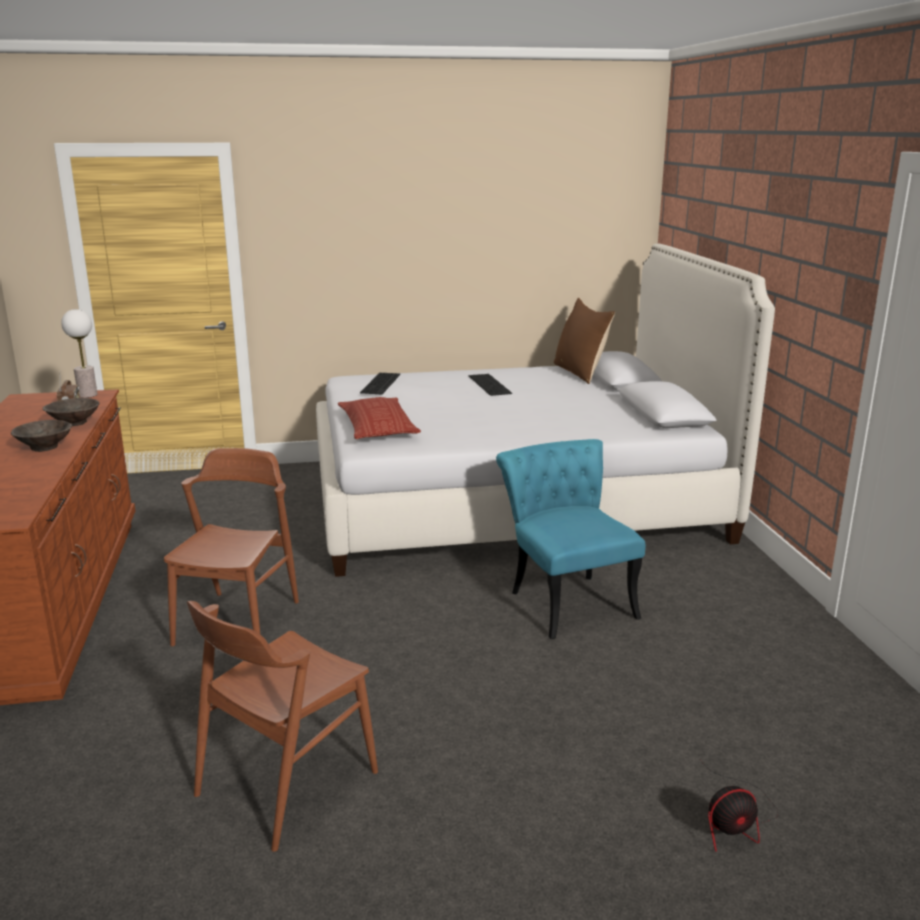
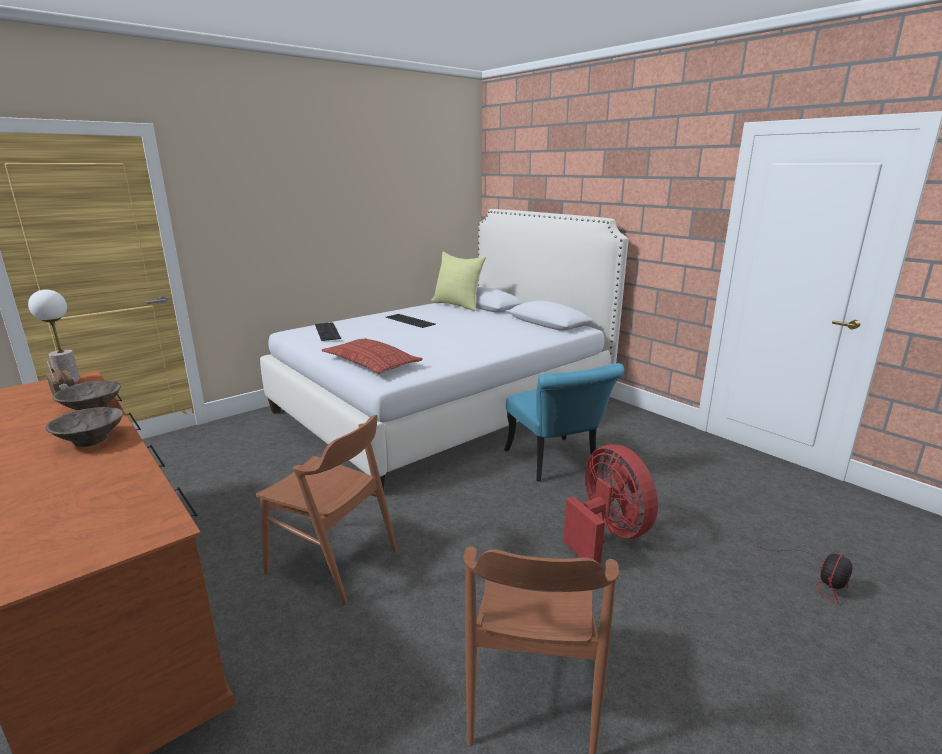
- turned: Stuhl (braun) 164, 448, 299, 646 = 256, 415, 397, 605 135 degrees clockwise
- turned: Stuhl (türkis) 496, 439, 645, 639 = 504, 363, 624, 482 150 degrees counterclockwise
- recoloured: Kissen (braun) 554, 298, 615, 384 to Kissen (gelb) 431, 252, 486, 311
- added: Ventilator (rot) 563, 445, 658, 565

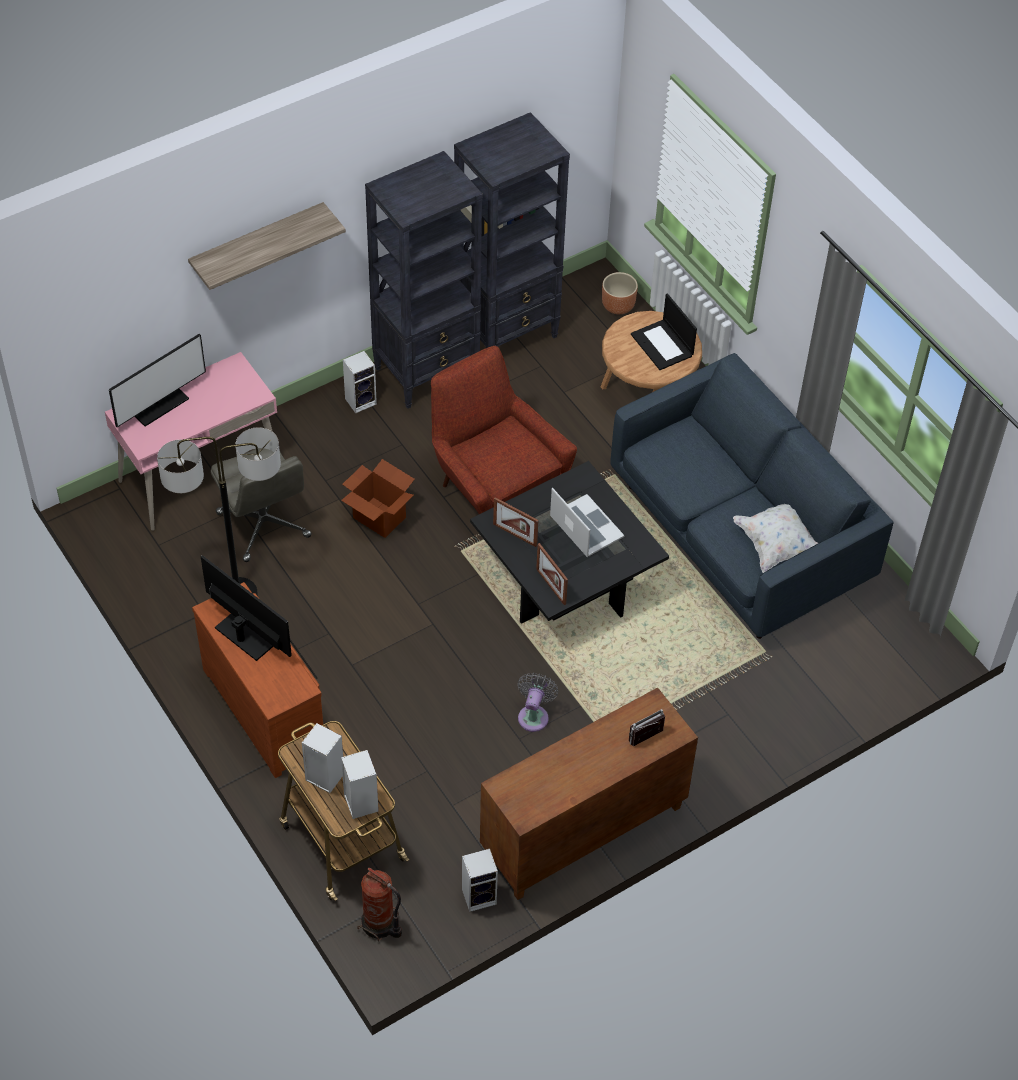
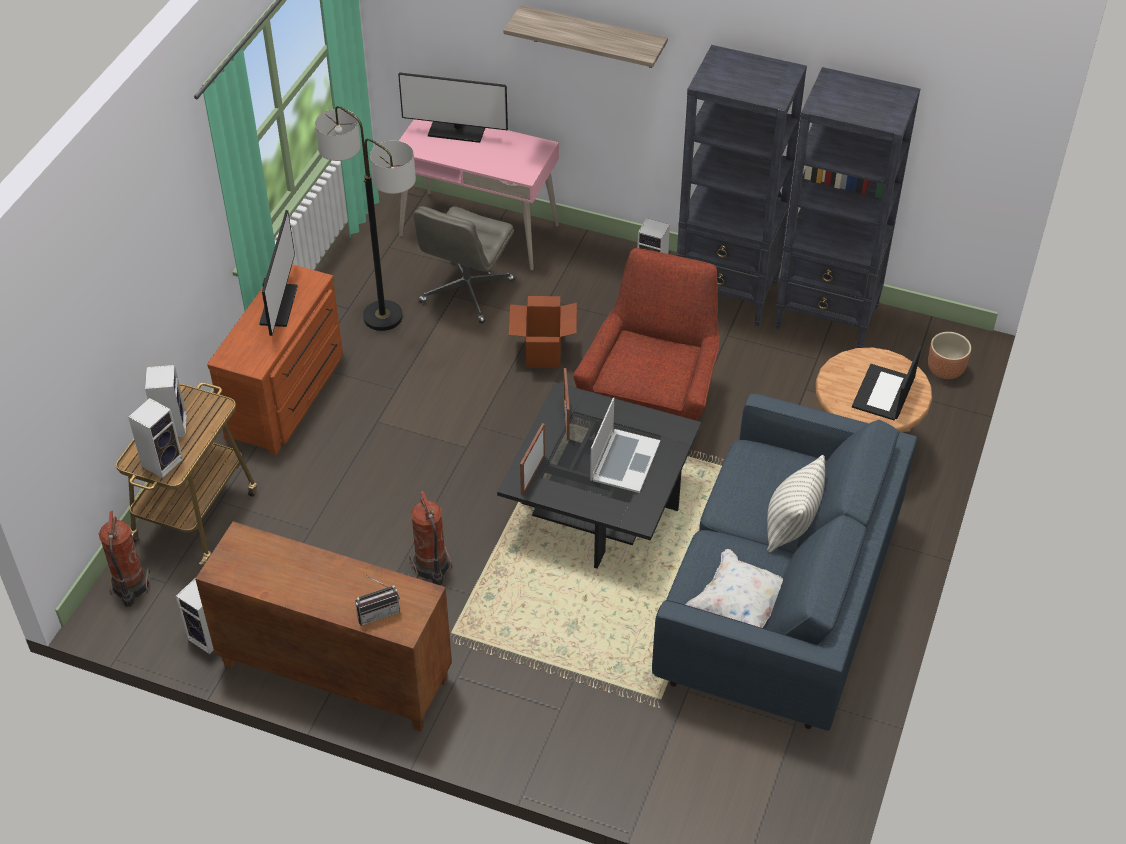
- replaced: Ventilator (grau) 517, 673, 559, 732 to Feuerlöscher 409, 491, 452, 585
- turned: Radio 629, 709, 665, 747 = 355, 575, 400, 625 135 degrees clockwise
- added: Kissen 767, 455, 825, 553

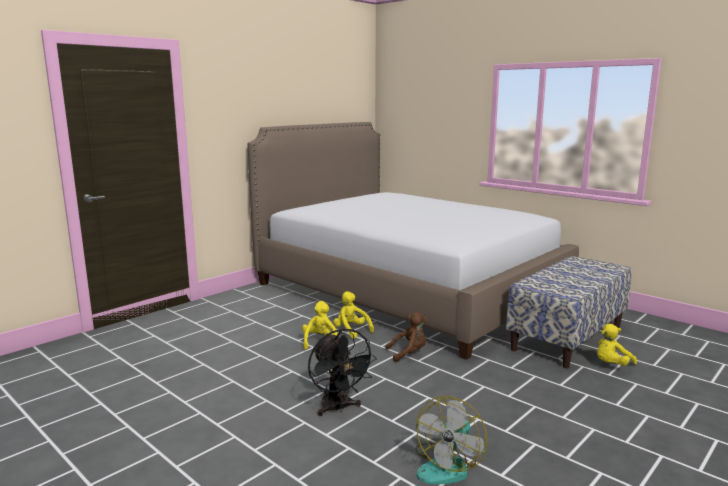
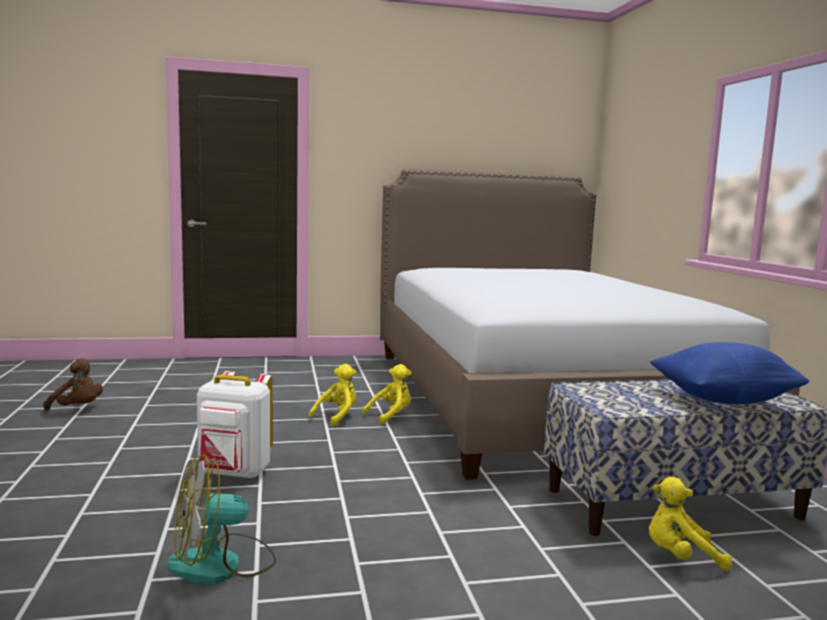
- replaced: Ventilator (schwarz) 308, 328, 377, 416 to Rucksack (weiß) 197, 371, 272, 479
- turned: Plüschtier (gelb) 333, 291, 374, 339 = 362, 364, 412, 425 60 degrees clockwise
- moved: Plüschtier (braun) 385, 312, 427, 362 to 43, 358, 103, 411
- added: Kissen (blau) 650, 342, 810, 404

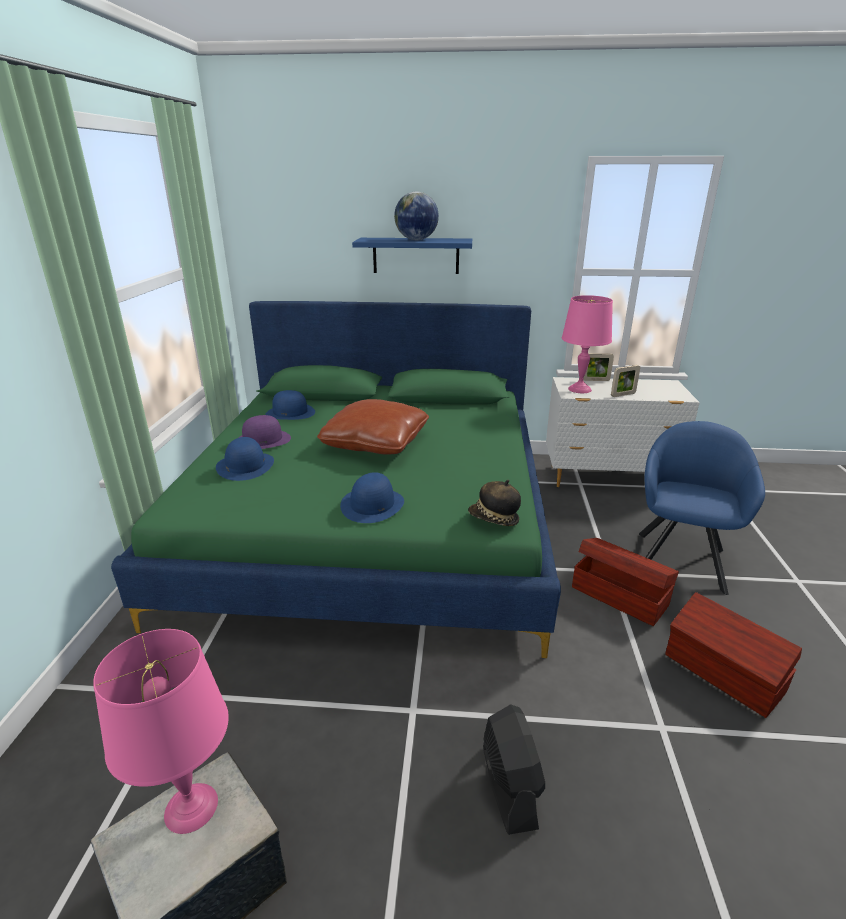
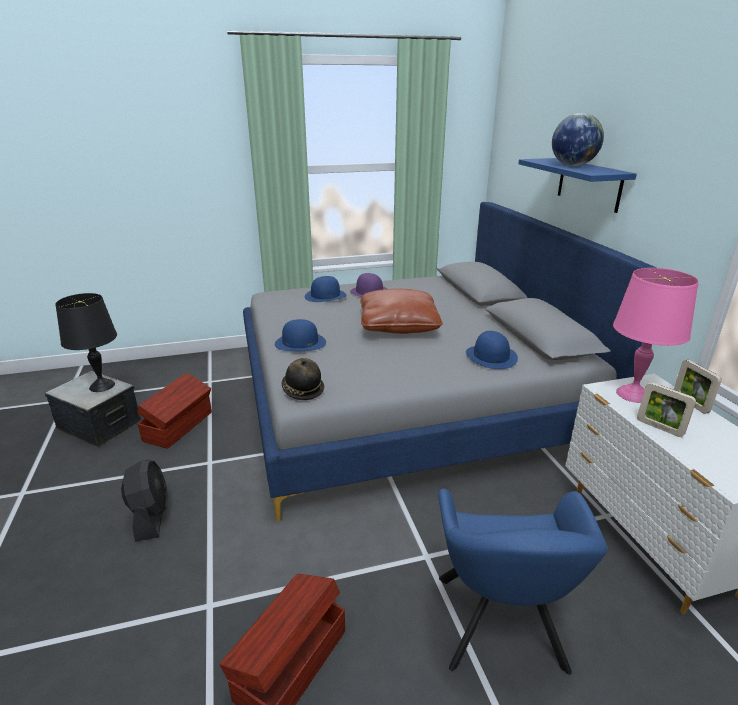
- recoloured: Tischlampe (rosa) 93, 629, 229, 834 to Tischlampe (schwarz) 55, 293, 117, 392
- recoloured: Bett (grün) 111, 301, 561, 658 to Bett (grau) 243, 202, 657, 521
- moved: Hut (blau) 266, 390, 315, 420 to 466, 331, 518, 369
- turned: Ventilator (schwarz) 483, 704, 545, 835 = 121, 459, 168, 542 75 degrees counterclockwise
- moved: Aufbewahrungsbox (braun) 572, 538, 679, 626 to 137, 373, 212, 449
- turned: Sessel (blau) 639, 421, 765, 595 = 438, 489, 607, 675 90 degrees clockwise

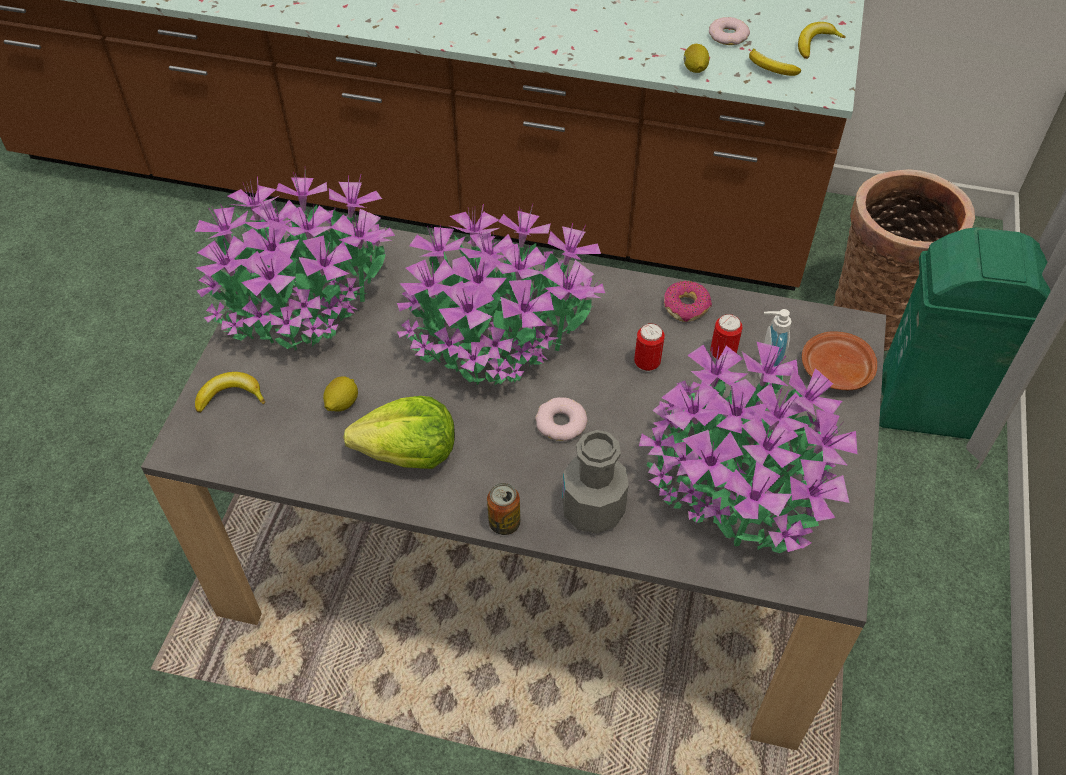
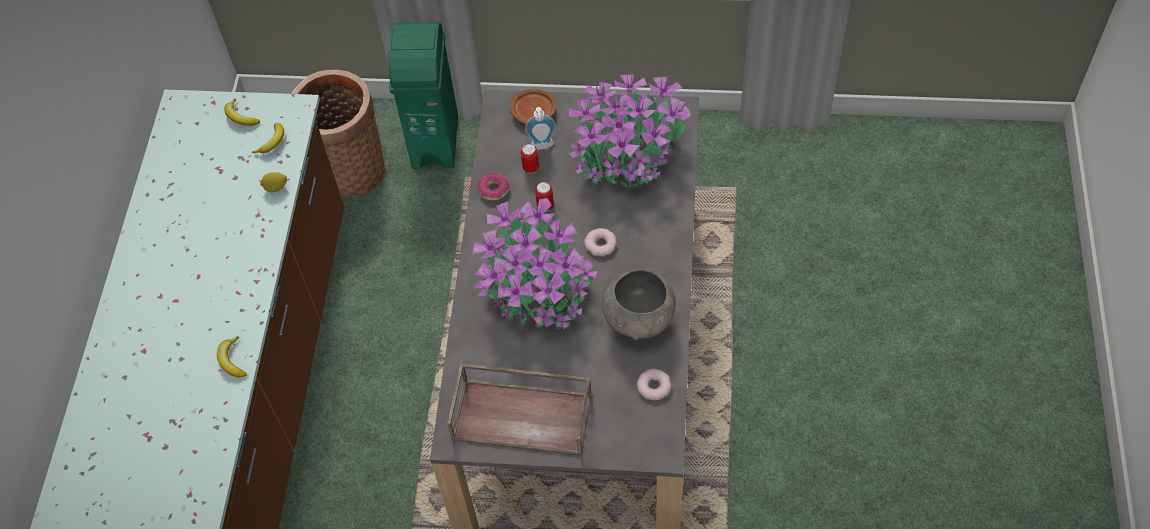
- replaced: Topfpflanze 195, 172, 395, 350 to Tablett (braun) 447, 363, 592, 456
- moved: Banane 195, 372, 265, 413 to 217, 336, 247, 377
- removed: Zitrone 323, 376, 358, 412
- replaced: Salatkopf 343, 396, 455, 469 to Schüssel (grau) 603, 269, 676, 340
- removed: Dose 487, 483, 520, 535
- removed: Flasche (grau) 562, 430, 629, 533
- moved: Donut 709, 17, 750, 45 to 637, 368, 671, 400

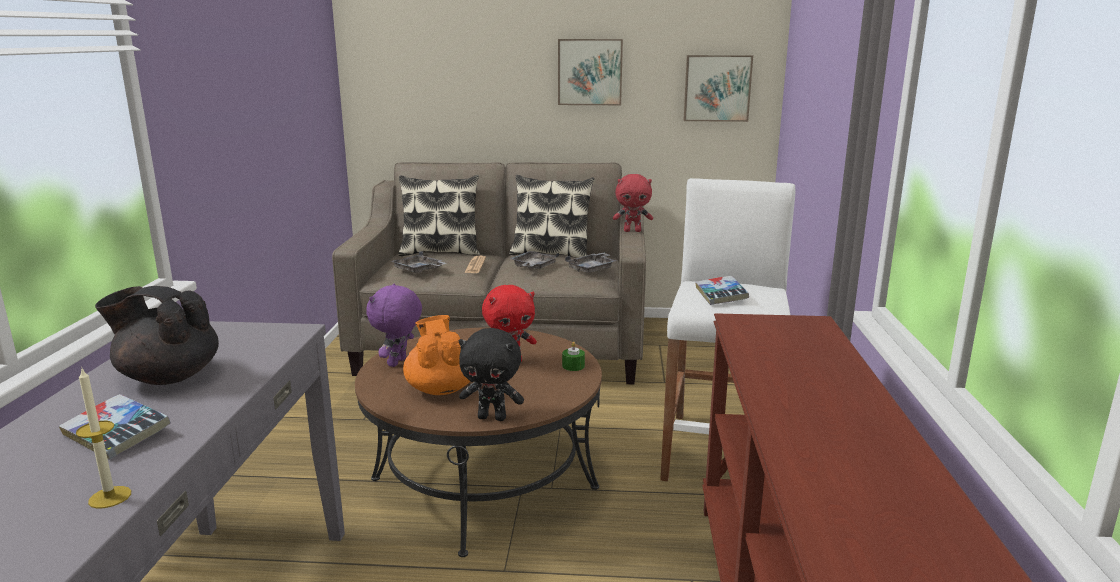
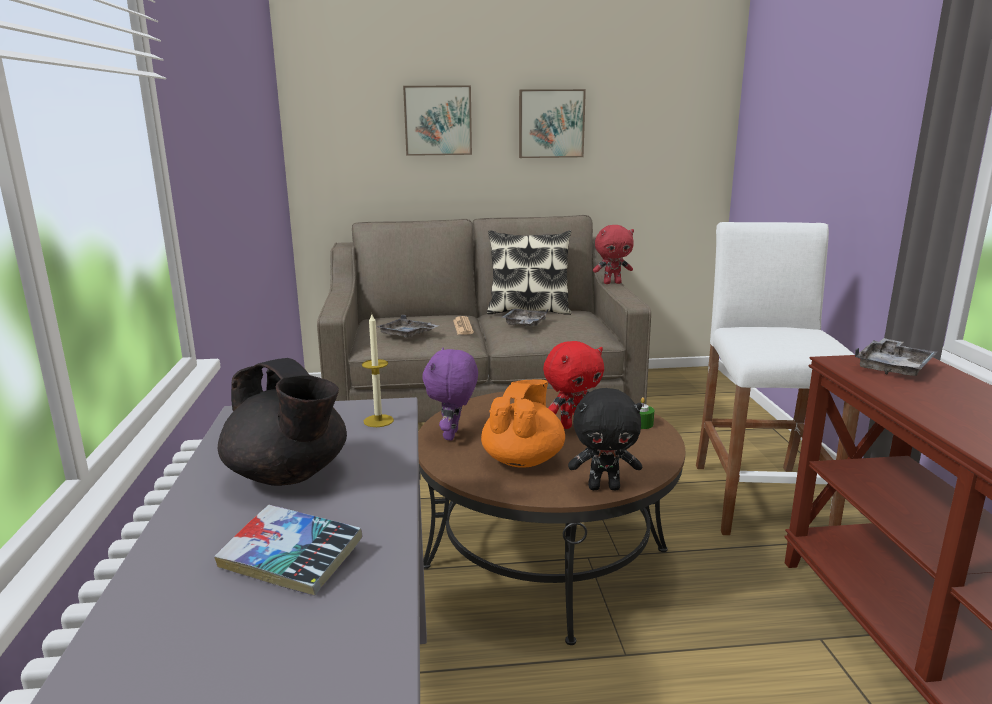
- moved: Kerze 76, 369, 131, 509 to 362, 314, 394, 427
- turned: Teekanne (schwarz) 95, 286, 219, 385 = 218, 358, 347, 486 135 degrees counterclockwise
- removed: Kissen 398, 175, 480, 256
- turned: Teekanne (orange) 403, 315, 470, 395 = 481, 379, 565, 468 45 degrees clockwise
- moved: Tablett (grau) 565, 253, 616, 273 to 855, 338, 937, 376
- moved: Bild 684, 55, 753, 122 to 403, 86, 472, 156
- removed: Buch 695, 276, 749, 305

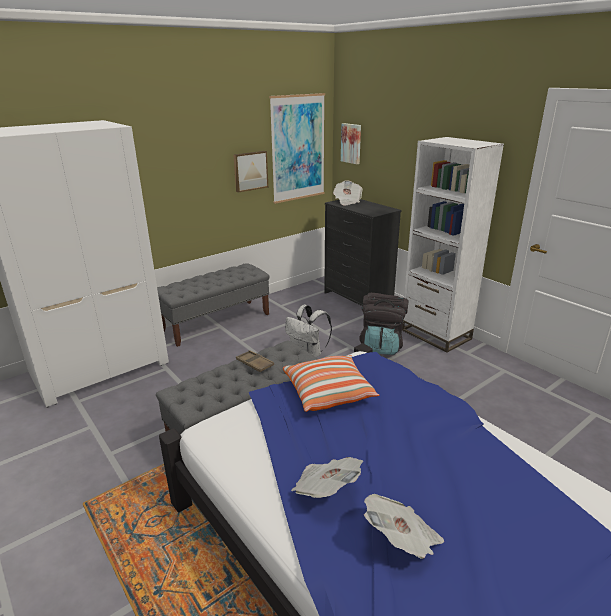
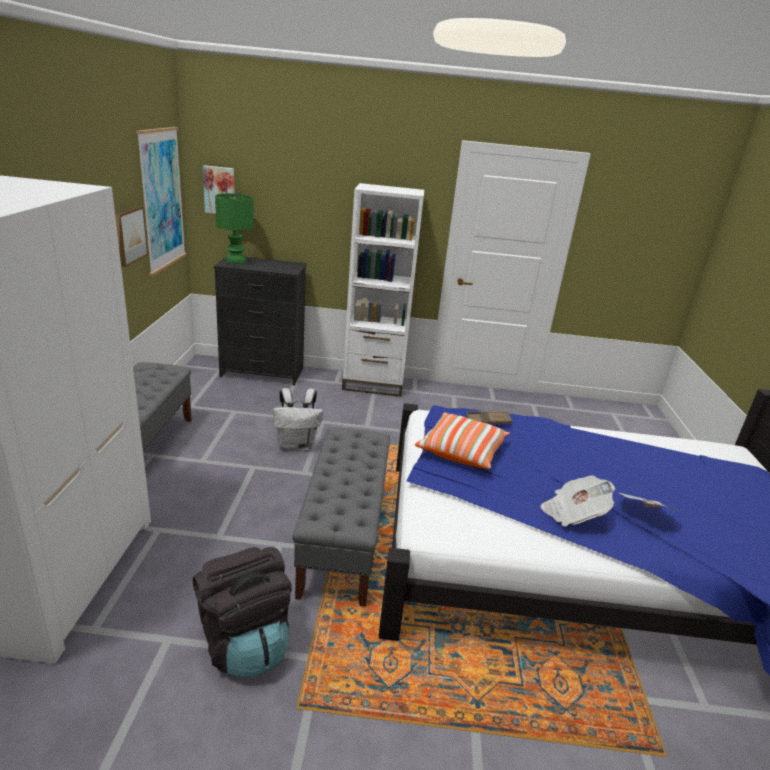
- moved: Tablett (braun) 236, 350, 274, 372 to 466, 411, 512, 424
- replaced: Zeitung 333, 180, 363, 205 to Tischlampe (grün) 215, 193, 254, 264
- moved: Rucksack (schwarz) 359, 293, 409, 355 to 193, 547, 292, 678

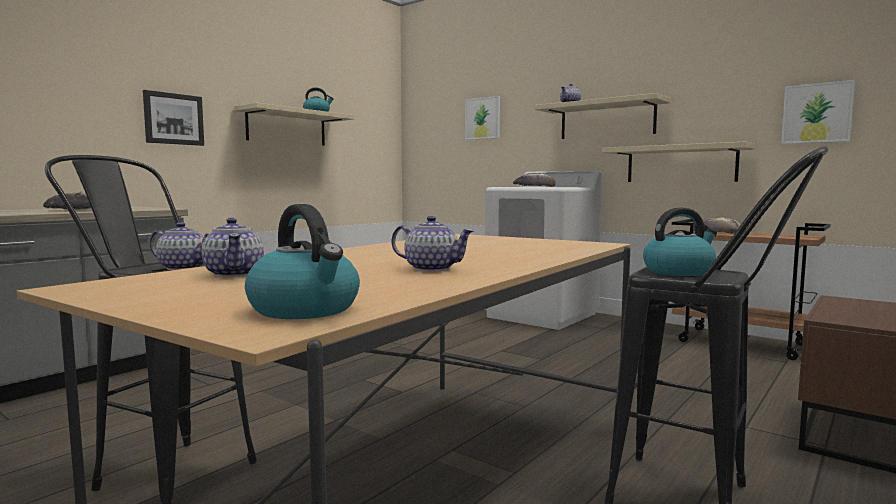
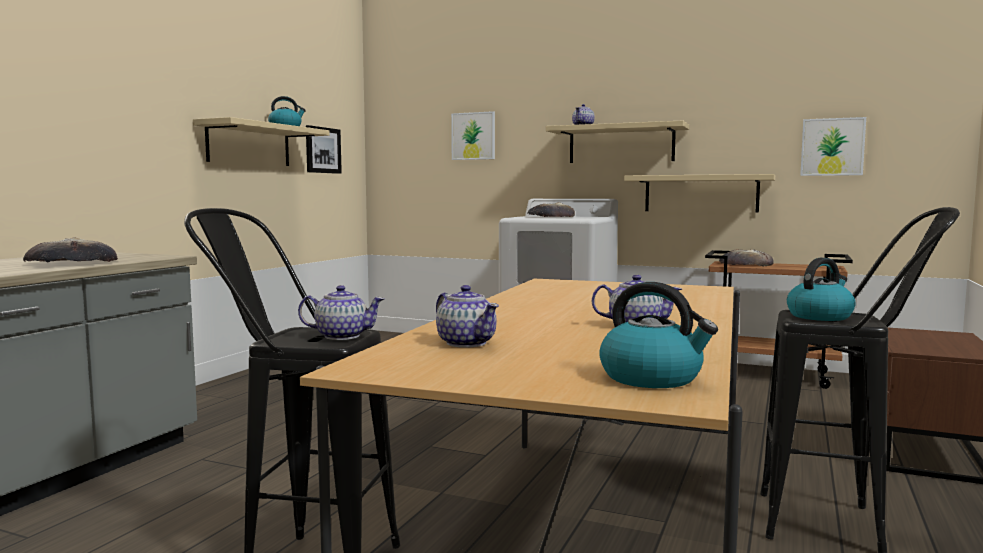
- moved: Bild 143, 90, 204, 146 to 306, 125, 342, 174

